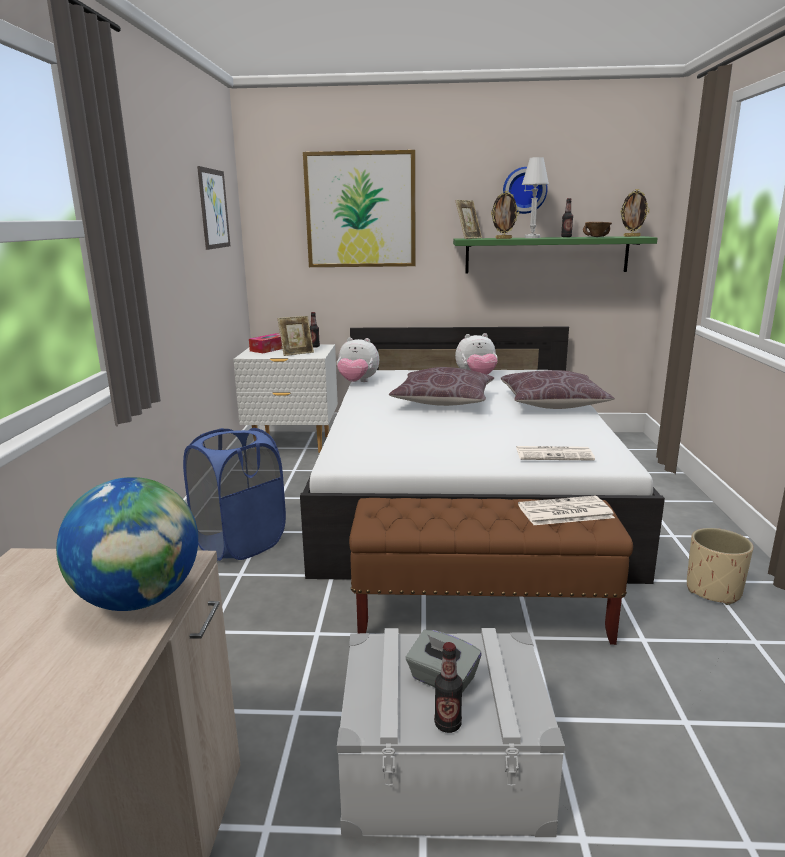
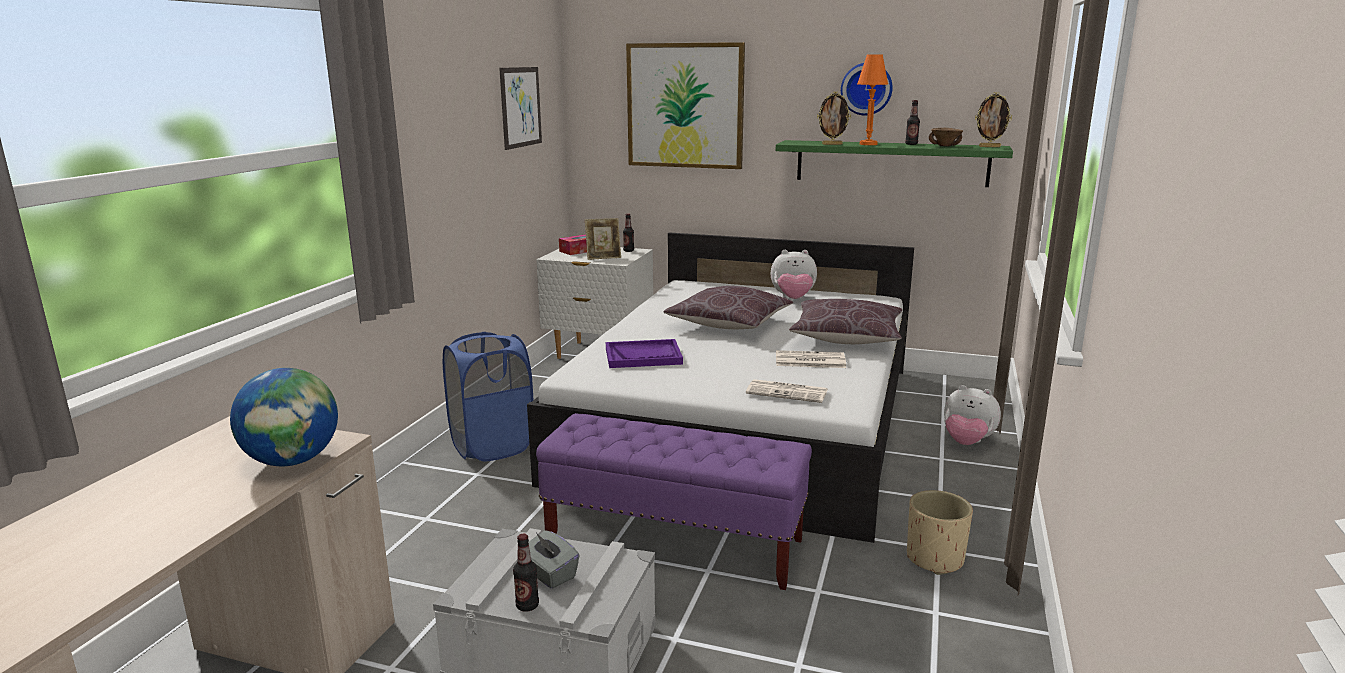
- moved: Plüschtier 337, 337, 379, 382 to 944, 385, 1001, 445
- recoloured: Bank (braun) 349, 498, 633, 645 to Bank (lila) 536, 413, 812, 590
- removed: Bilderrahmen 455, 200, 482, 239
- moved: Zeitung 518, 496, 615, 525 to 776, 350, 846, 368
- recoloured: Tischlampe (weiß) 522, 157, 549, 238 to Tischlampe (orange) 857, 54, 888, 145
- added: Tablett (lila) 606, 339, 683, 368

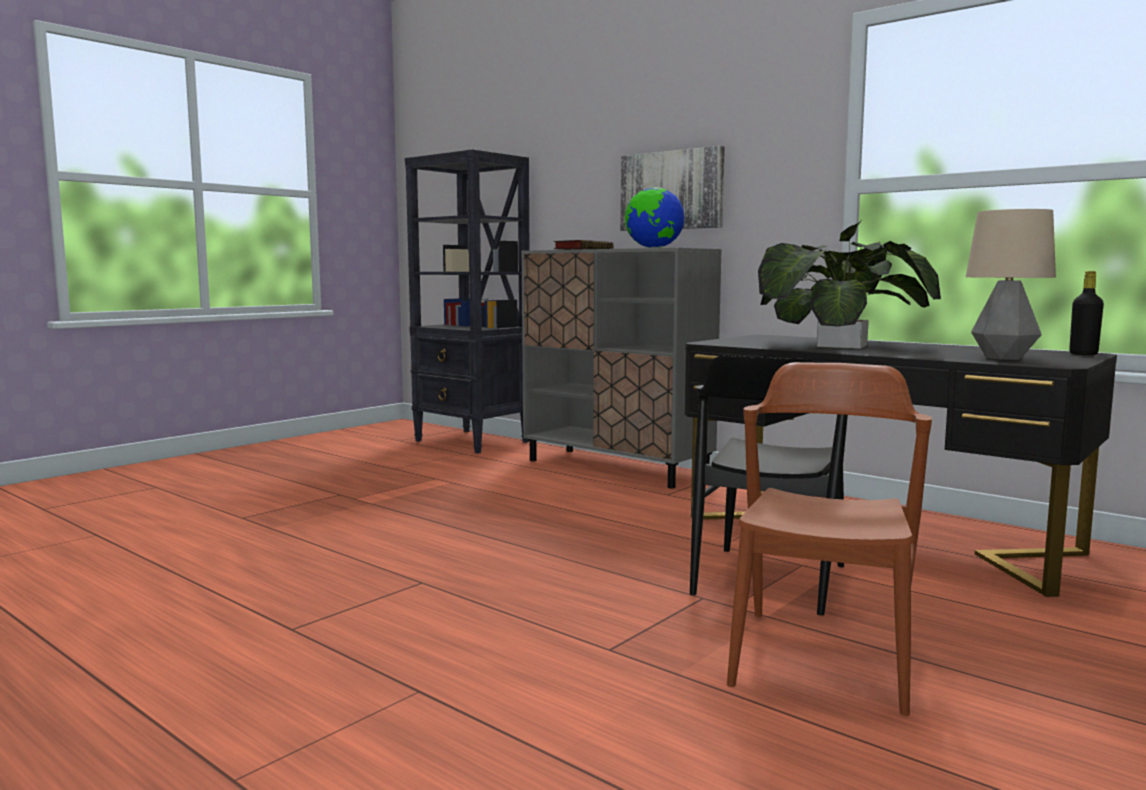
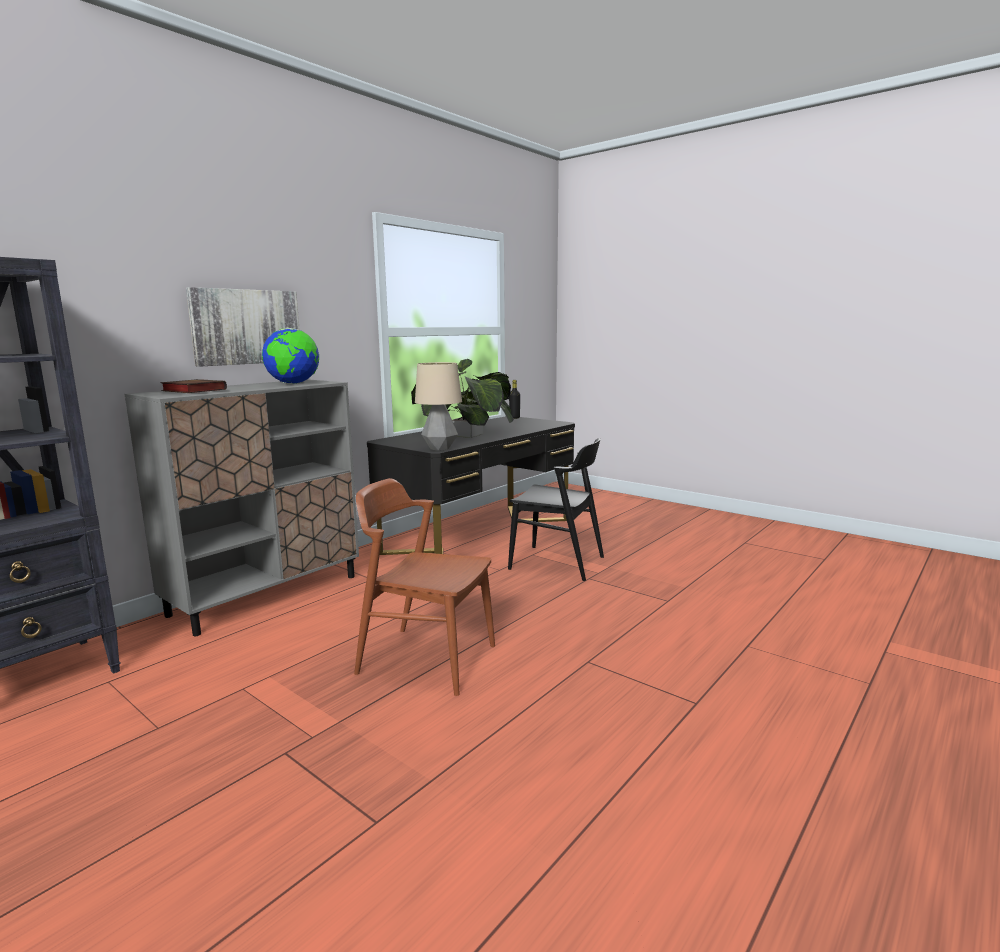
- moved: Stuhl (braun) 727, 362, 932, 716 to 354, 478, 495, 696
- moved: Tischlampe 966, 209, 1056, 360 to 415, 362, 462, 451

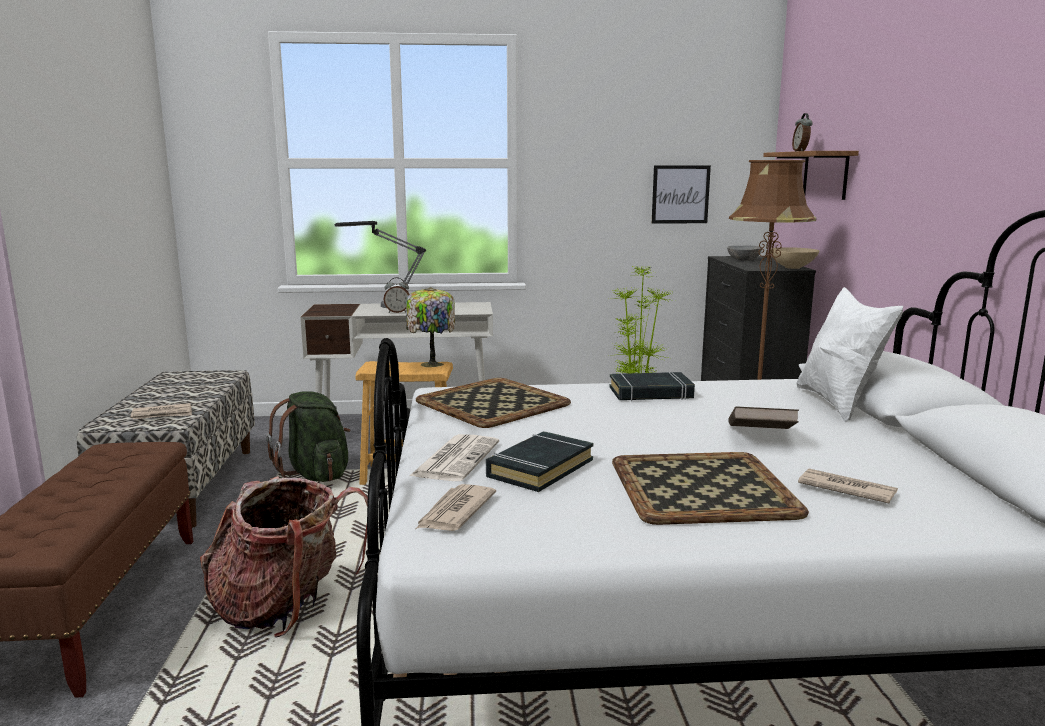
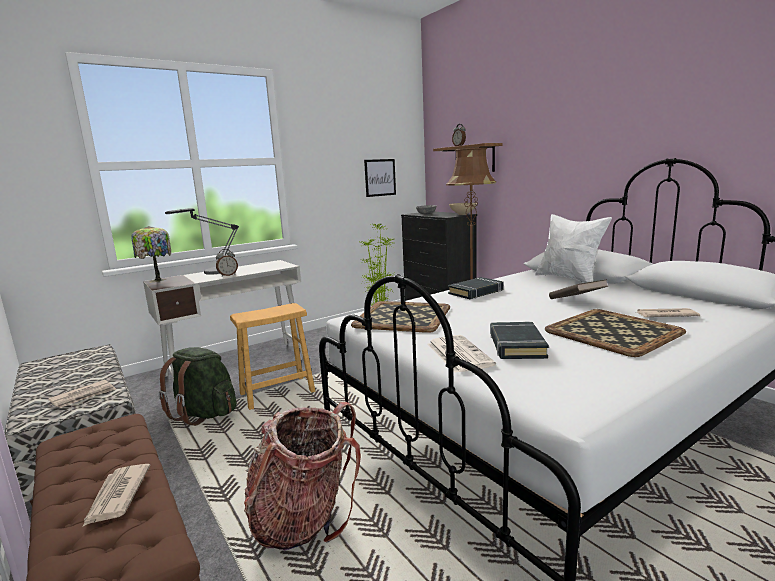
- moved: Tischlampe 406, 287, 455, 367 to 131, 226, 171, 282
- moved: Zeitung 416, 484, 496, 531 to 82, 464, 150, 527

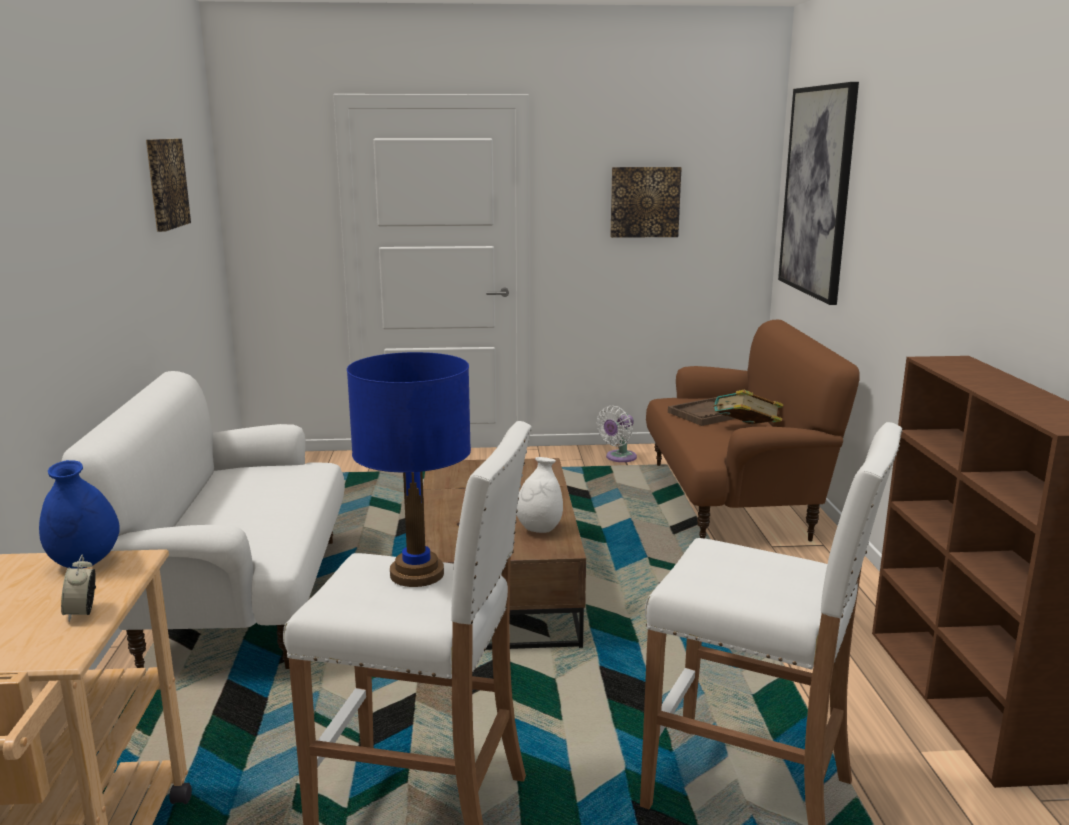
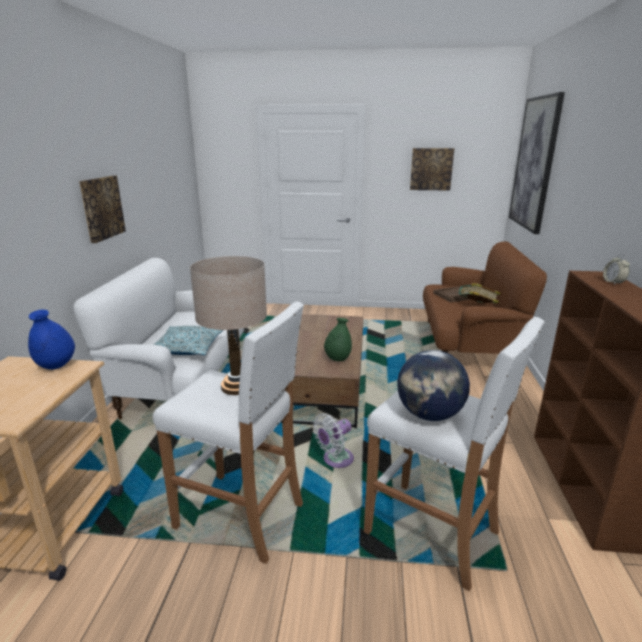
- moved: Wecker 61, 555, 96, 622 to 603, 254, 630, 285
- moved: Bild 146, 139, 191, 232 to 79, 176, 126, 243
- recoloured: Tischlampe (blau) 347, 352, 471, 587 to Tischlampe (beige) 190, 256, 267, 395
- recoloured: Vase (weiß) 516, 457, 563, 533 to Vase (grün) 324, 318, 352, 361
- moved: Ventilator (weiß) 596, 406, 637, 462 to 313, 413, 354, 468
- added: Kissen 153, 326, 223, 355
- added: Globus 397, 350, 470, 421

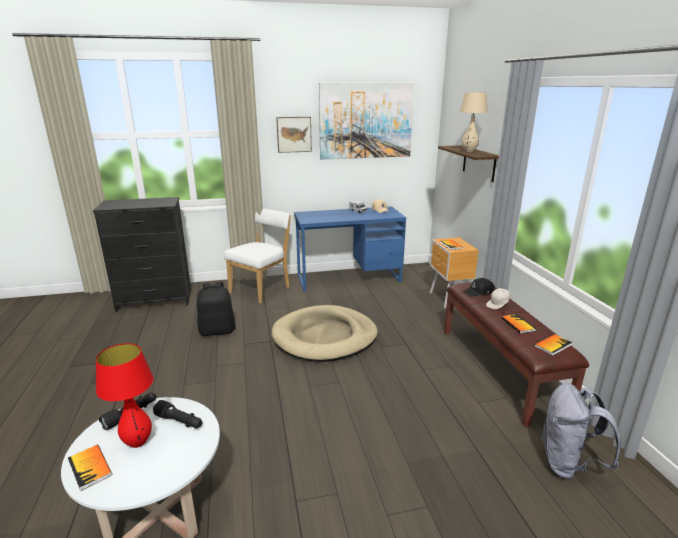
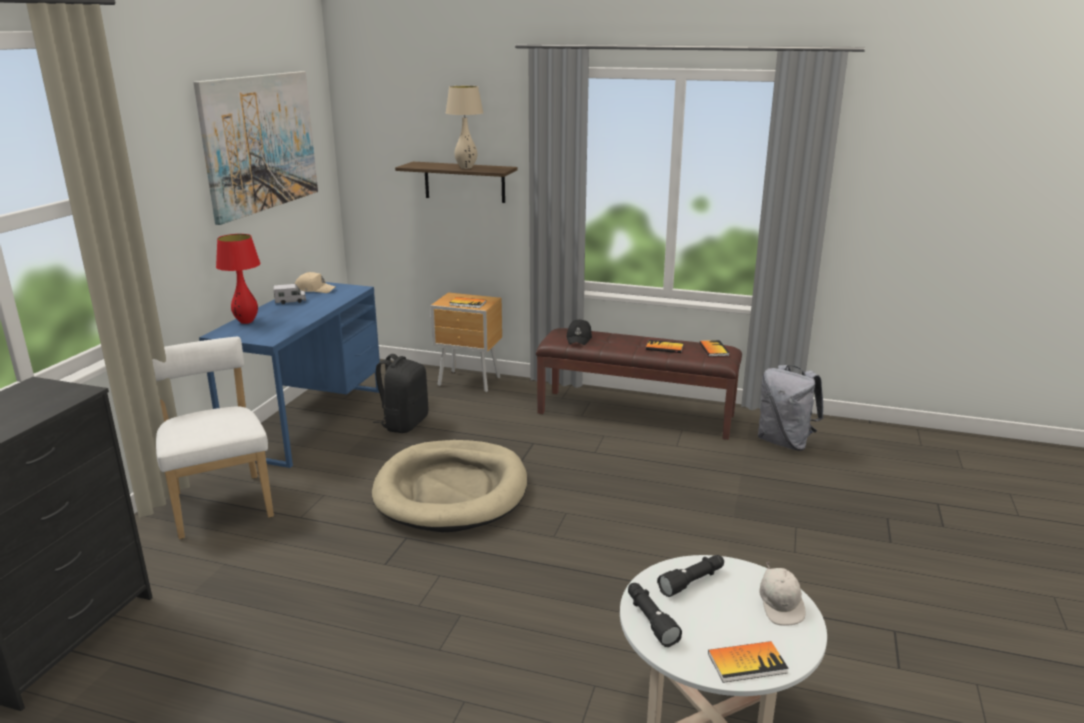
- moved: Tischlampe (rot) 96, 343, 154, 448 to 216, 234, 261, 324
- moved: Rucksack (schwarz) 197, 282, 236, 336 to 373, 354, 428, 433
- removed: Bild 276, 117, 312, 153
- moved: Kappe (weiß) 486, 288, 510, 309 to 759, 561, 806, 626

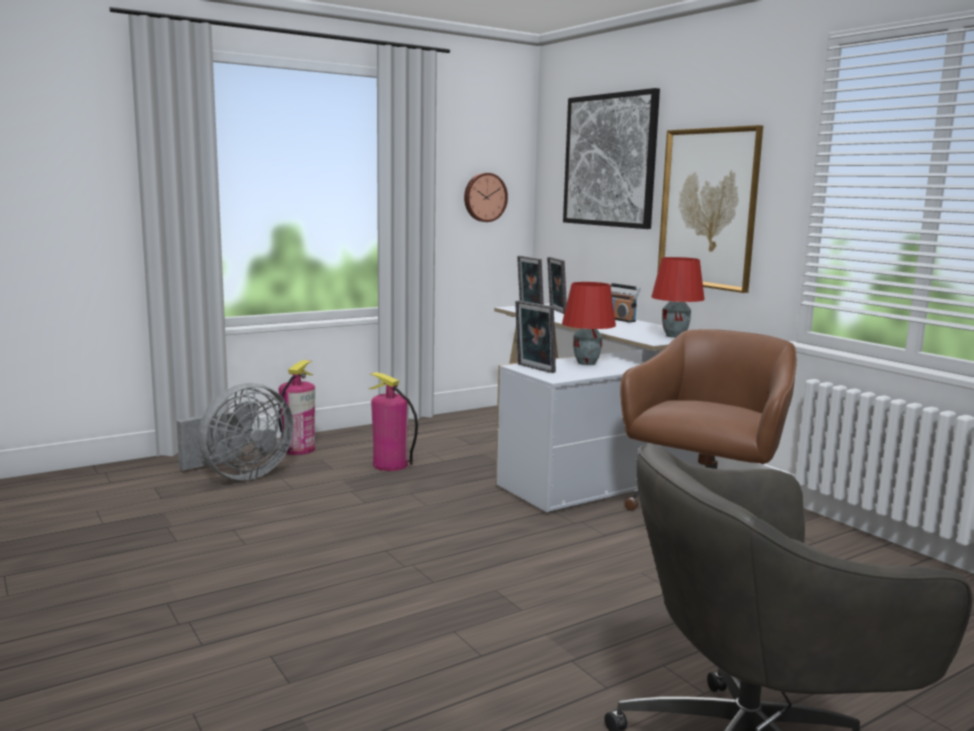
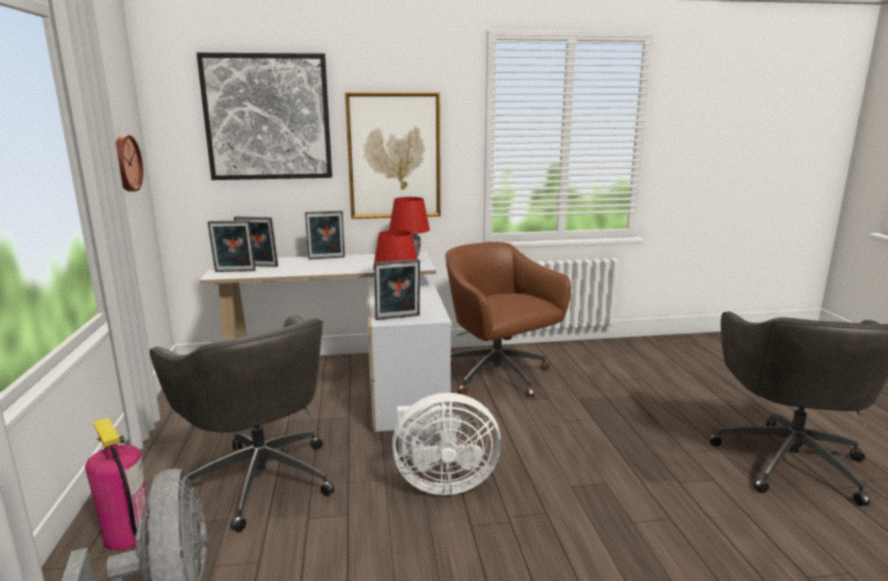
- replaced: Feuerlöscher 369, 372, 418, 471 to Bürostuhl (grau) 150, 316, 335, 532
- replaced: Radio 609, 283, 641, 322 to Bilderrahmen 305, 210, 345, 260
- added: Ventilator (weiß) 392, 393, 501, 495

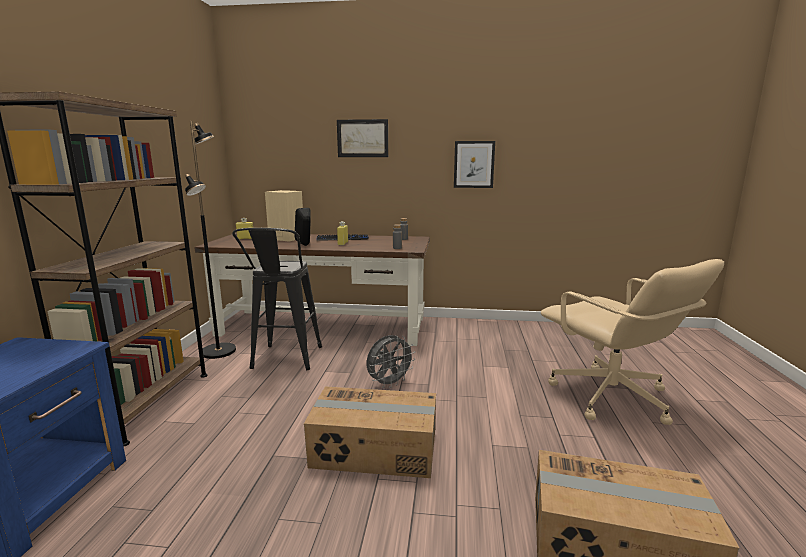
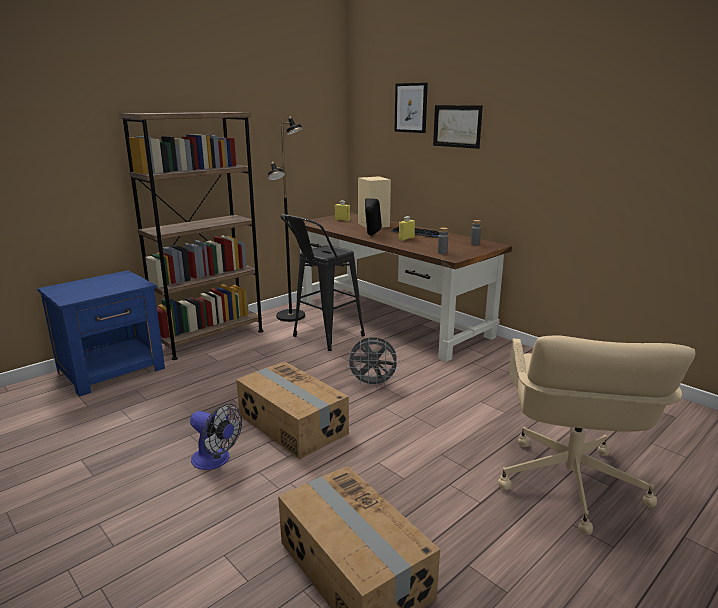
- moved: Bild 454, 141, 495, 188 to 394, 83, 428, 133
- added: Ventilator 190, 404, 242, 470

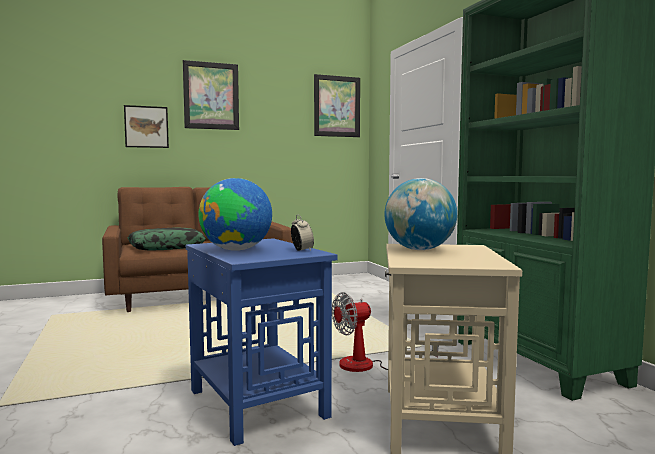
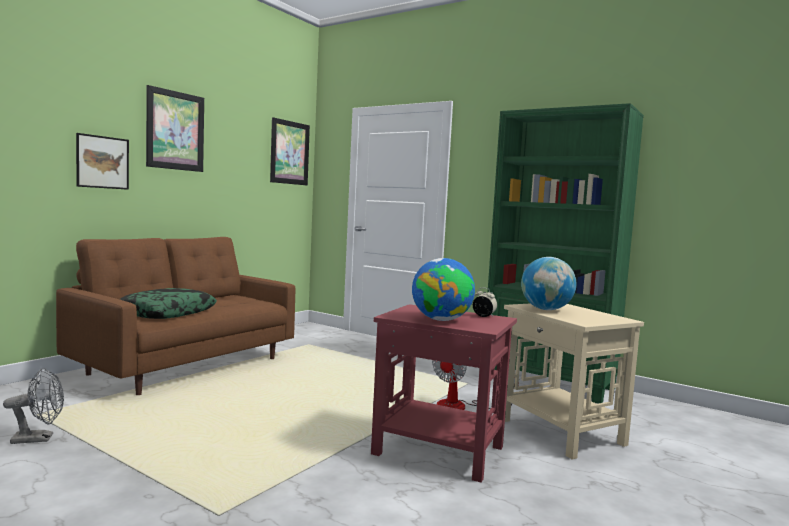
- recoloured: Beistelltisch (blau) 186, 238, 338, 446 to Beistelltisch (rot) 371, 304, 517, 483
- added: Ventilator (grau) 3, 368, 64, 444

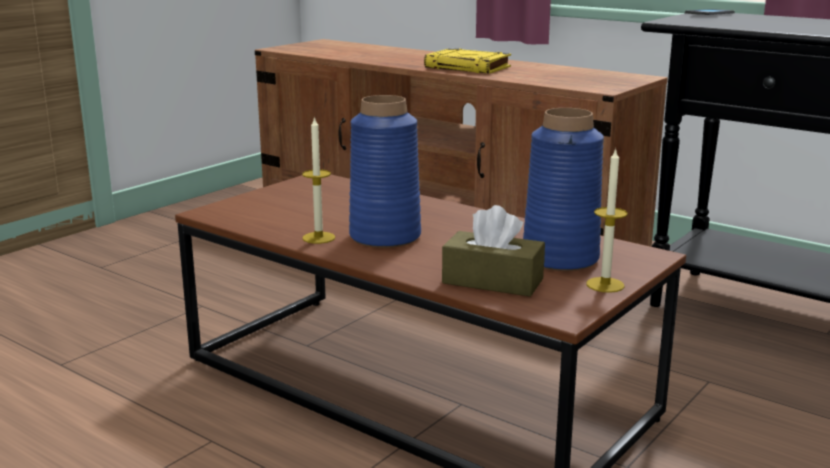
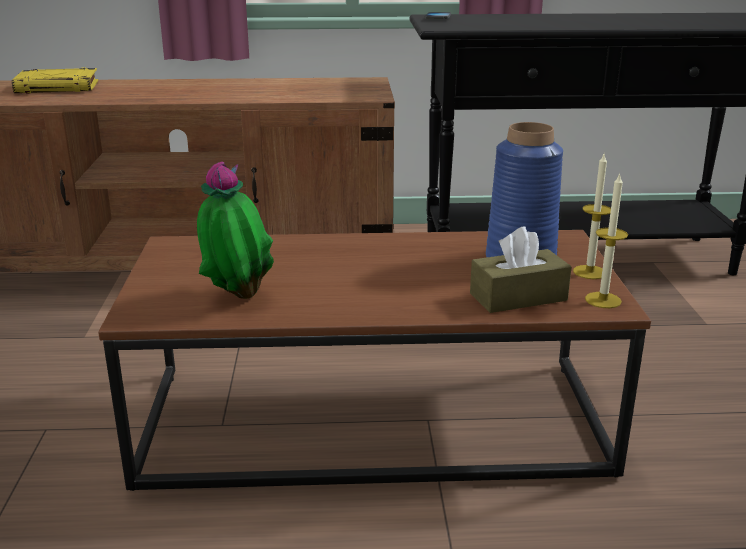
- moved: Kerze 302, 116, 335, 244 to 585, 173, 628, 308
- removed: Vase (blau) 349, 95, 421, 248
- moved: Buch (gelb) 424, 48, 511, 74 to 12, 68, 98, 94
- added: Topfpflanze 197, 161, 274, 299

